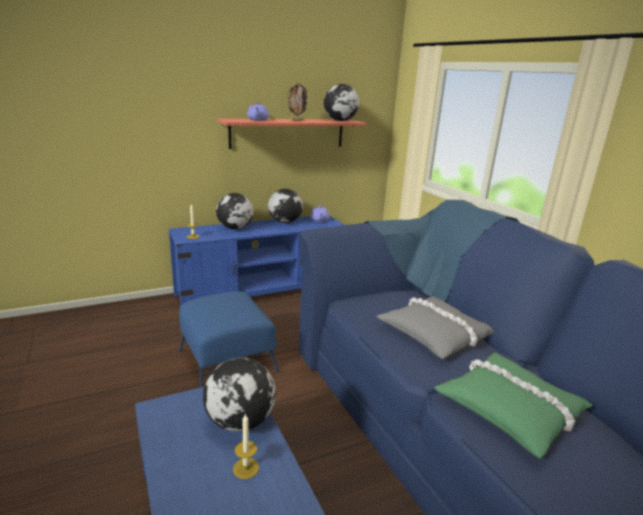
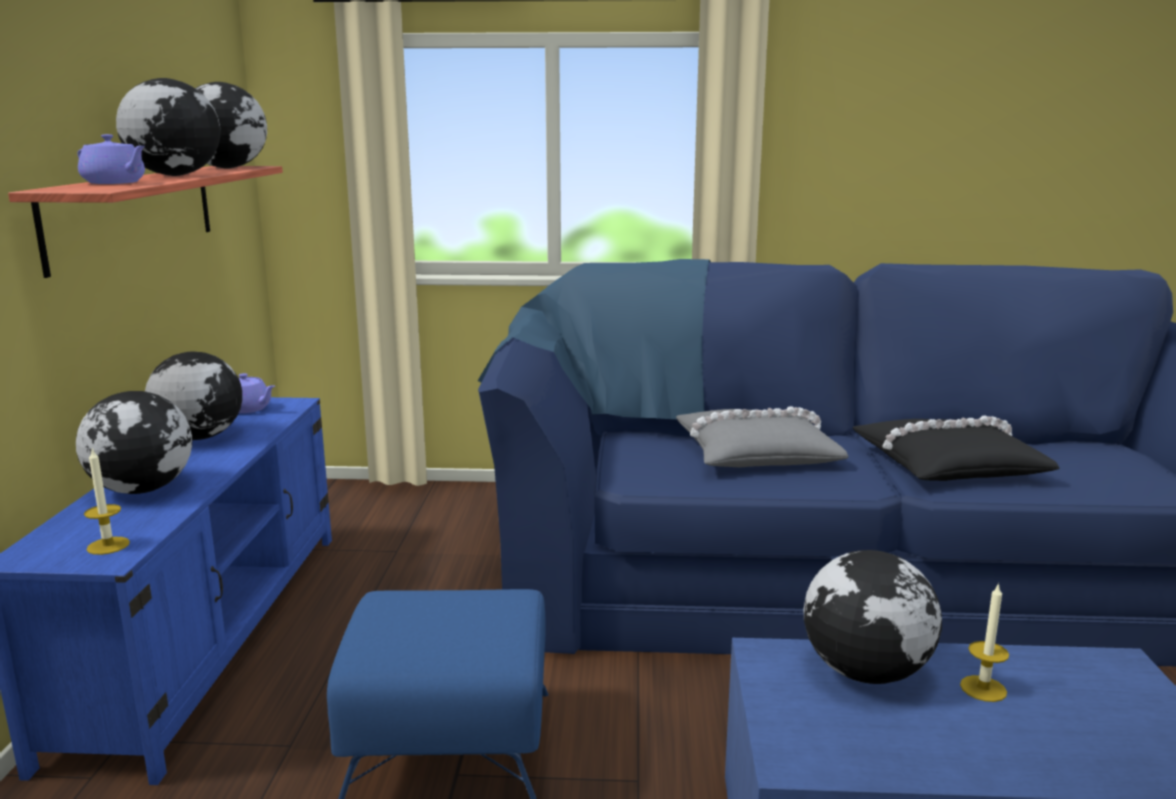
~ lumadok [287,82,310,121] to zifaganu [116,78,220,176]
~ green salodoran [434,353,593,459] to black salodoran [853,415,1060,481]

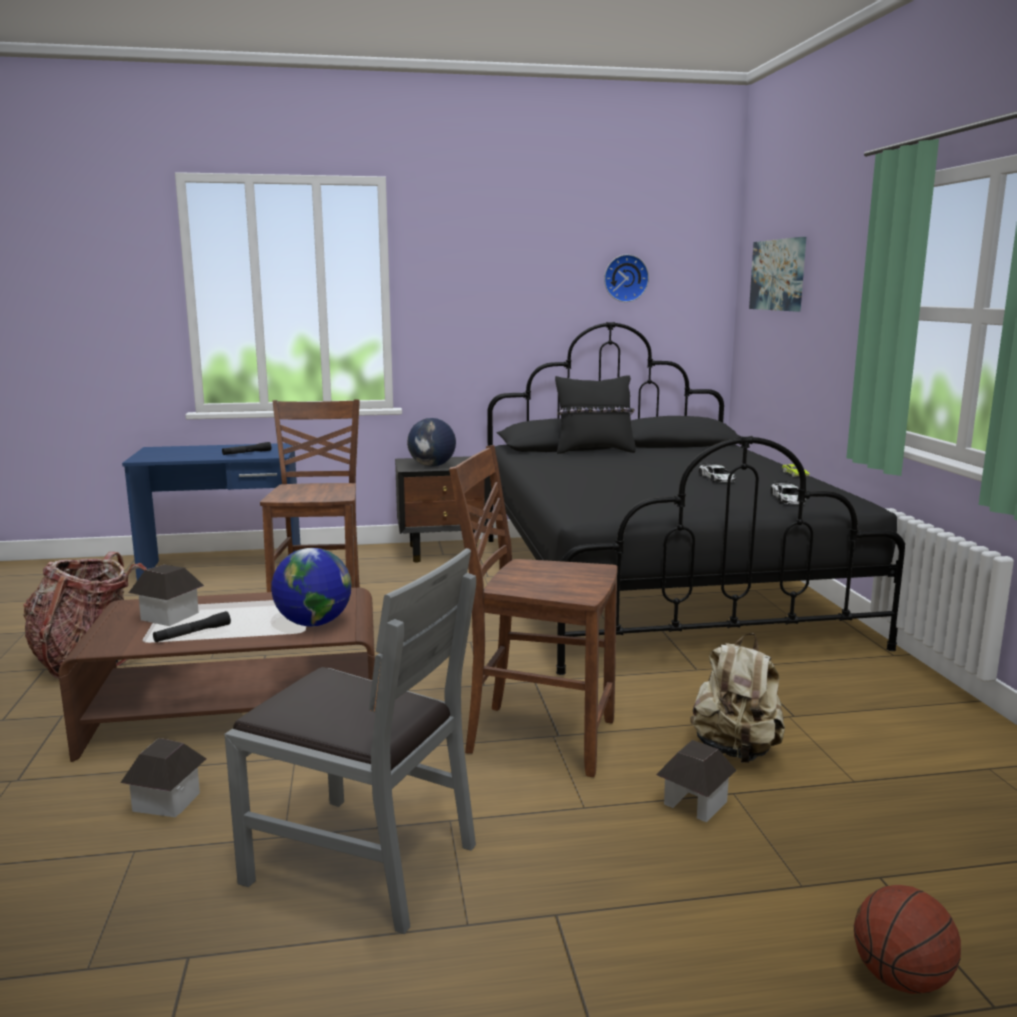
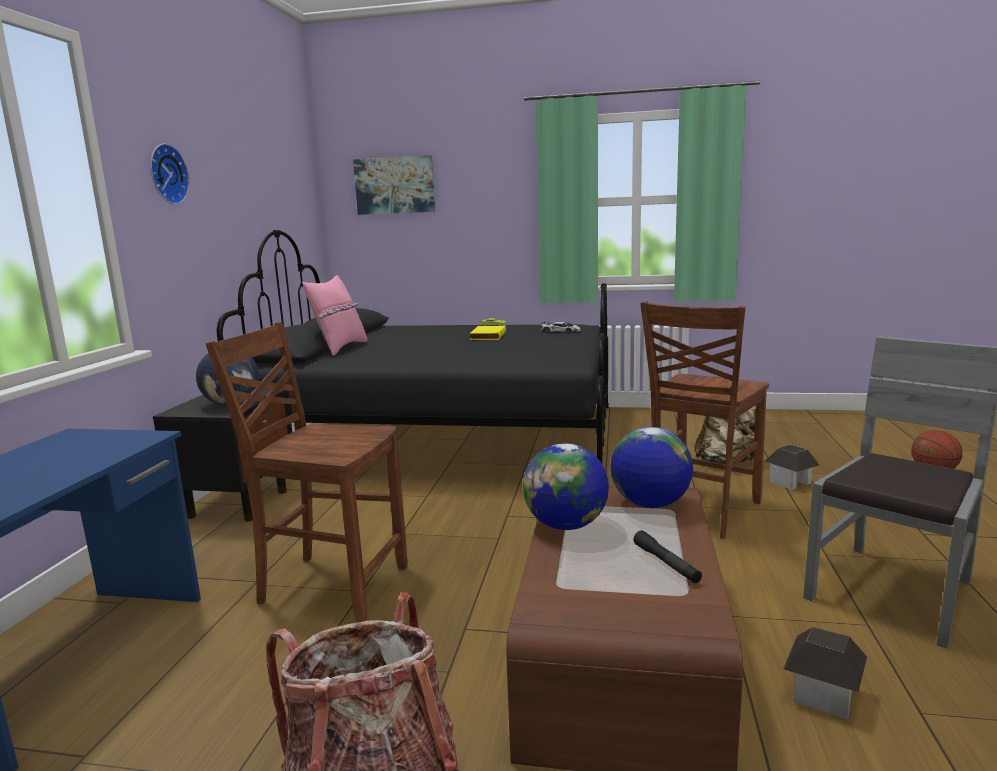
~ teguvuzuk [604,254,649,302] to [150,144,190,205]
~ black salodoran [555,375,636,454] to pink salodoran [302,275,368,356]
~ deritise [699,462,735,483] to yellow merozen [470,325,506,340]
+ zifaganu [523,443,609,530]
- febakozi [129,565,204,626]
- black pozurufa [222,442,272,455]

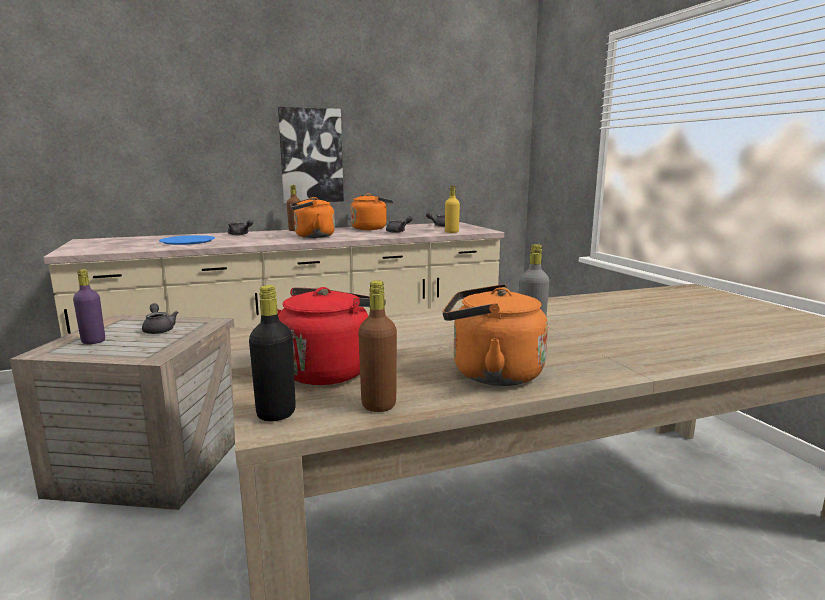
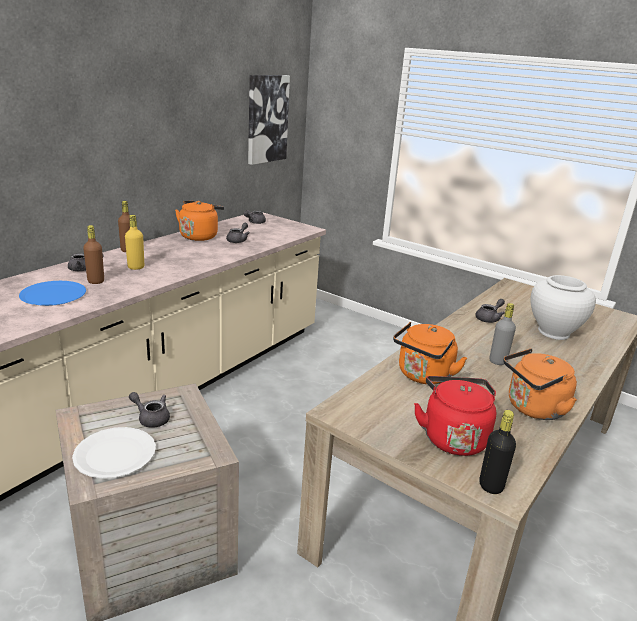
~ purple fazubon [73,269,105,344] to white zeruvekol [72,427,156,479]
~ brown fazubon [358,280,397,412] to [83,225,104,284]
~ yellow fazubon [445,185,460,233] to [125,215,144,270]
~ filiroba [278,107,344,203] to [248,75,290,165]
~ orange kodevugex [289,197,335,238] to [393,322,467,384]
+ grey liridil [475,299,505,323]
+ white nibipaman [530,275,596,340]

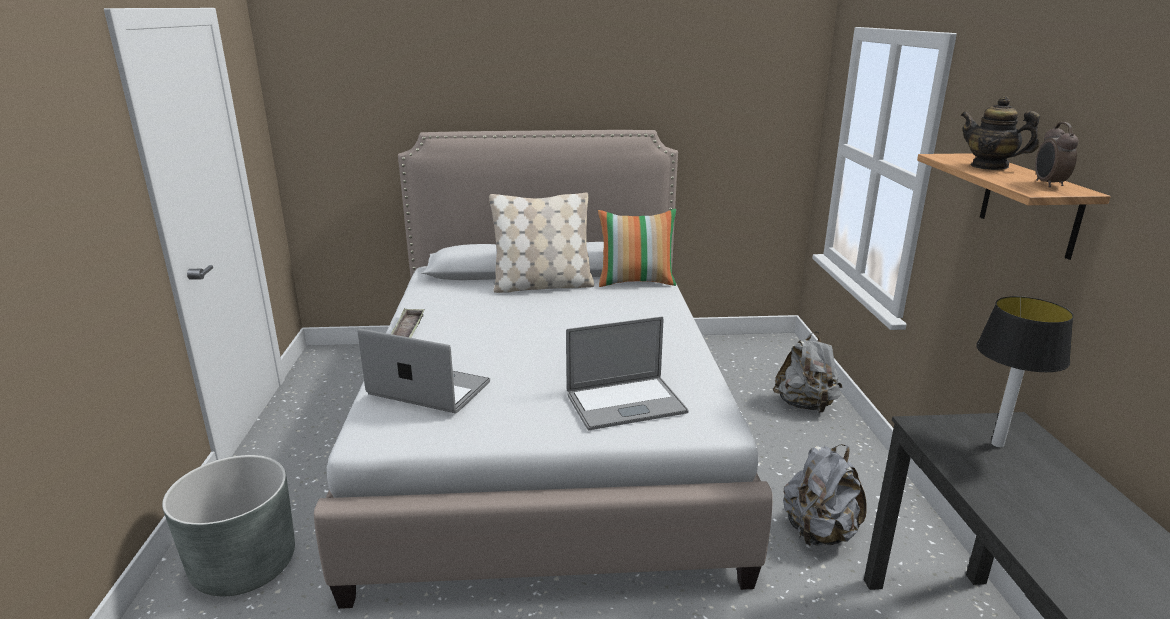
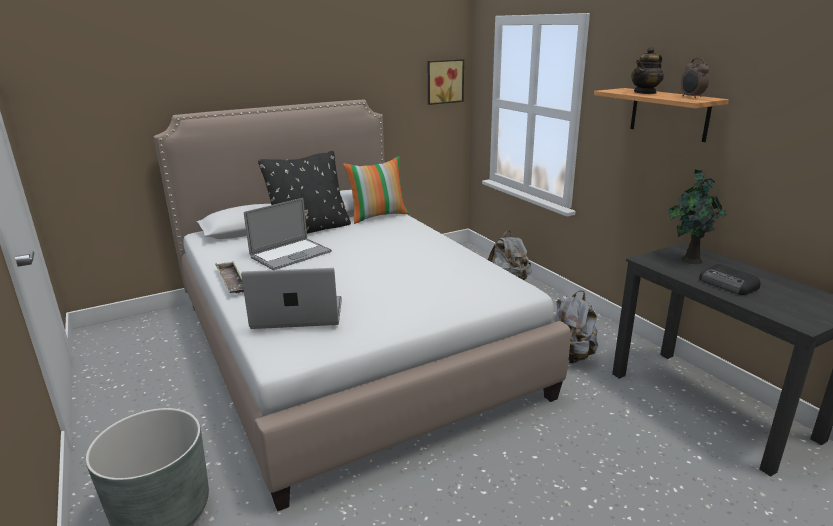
~ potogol [566,316,688,430] to [244,198,332,270]
~ beige salodoran [489,192,594,293] to black salodoran [258,151,351,234]
+ filiroba [428,59,464,105]
~ liridil [961,96,1040,170] = [631,47,664,94] 60 degrees counterclockwise
~ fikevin [976,296,1074,448] to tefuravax [669,170,727,264]
+ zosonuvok [699,264,761,295]

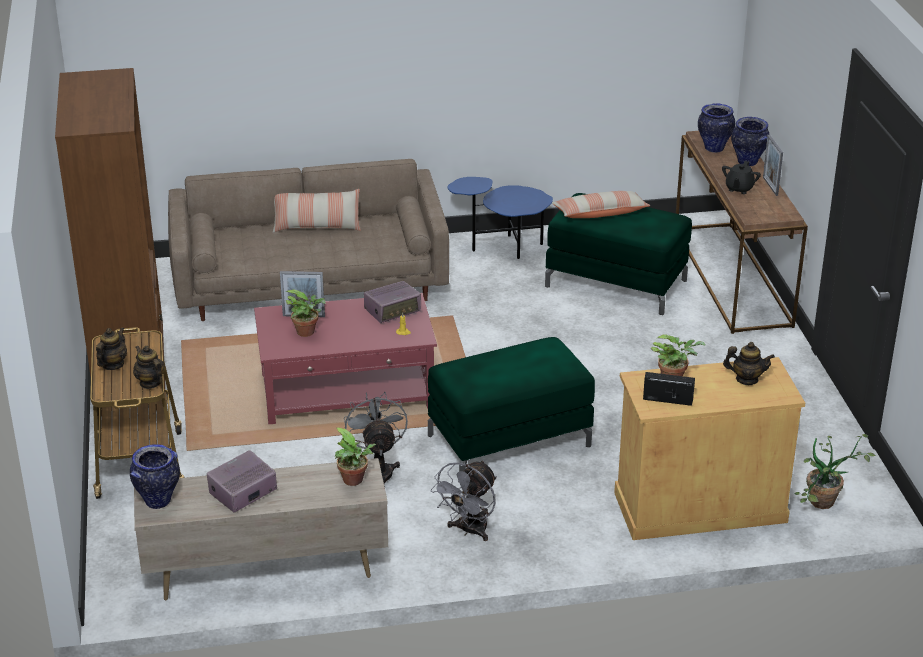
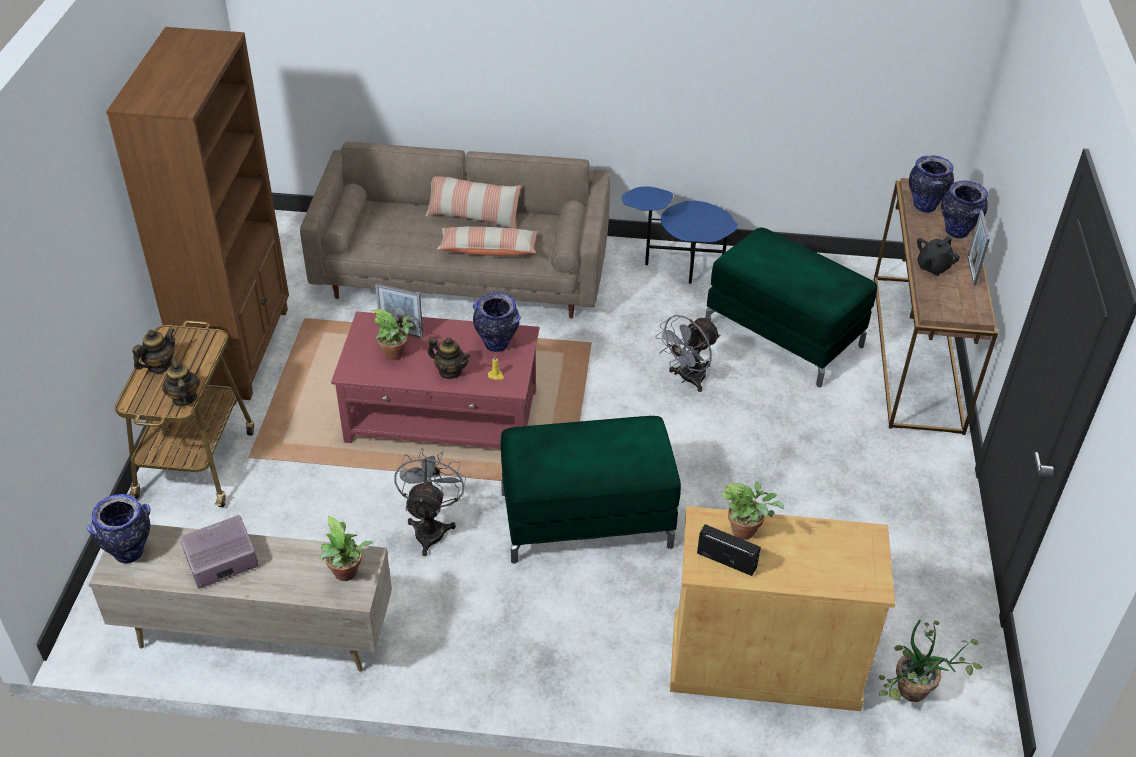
~ liridil [723,342,775,385] to [428,338,470,379]
~ salodoran [552,191,650,218] to [437,227,538,256]
~ zosonuvok [364,281,421,323] to nibipaman [473,293,521,352]
~ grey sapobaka [431,460,497,541] to [656,315,720,392]

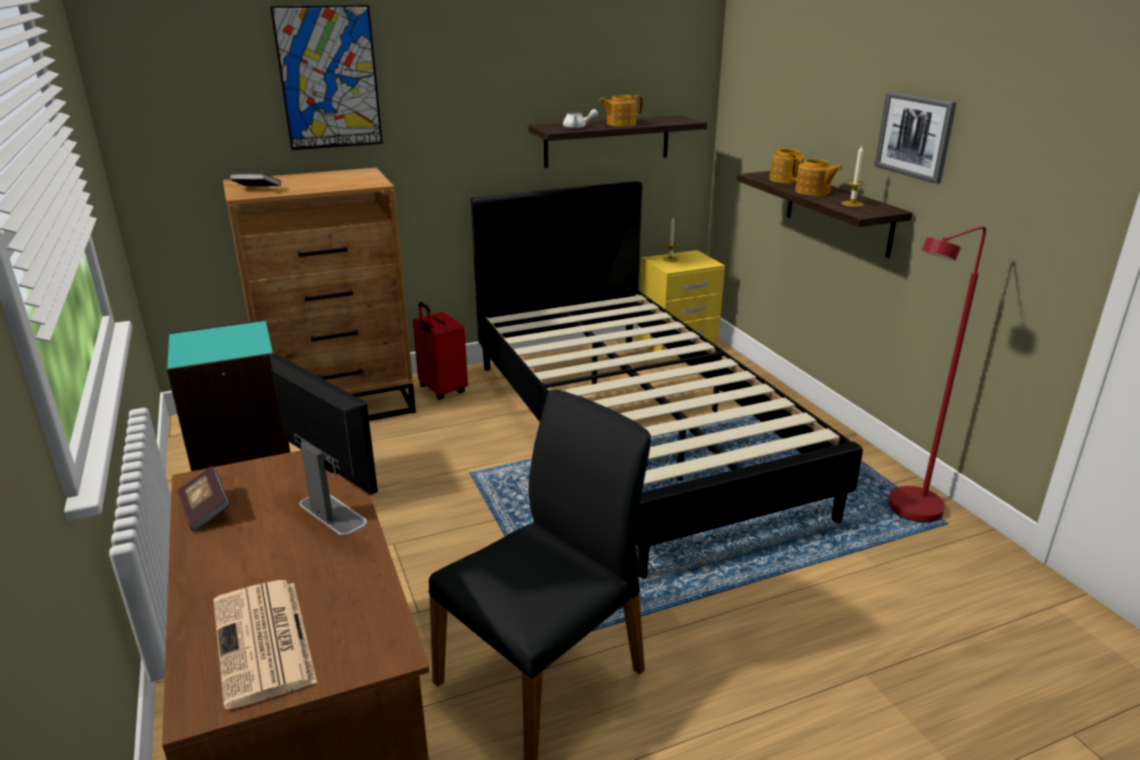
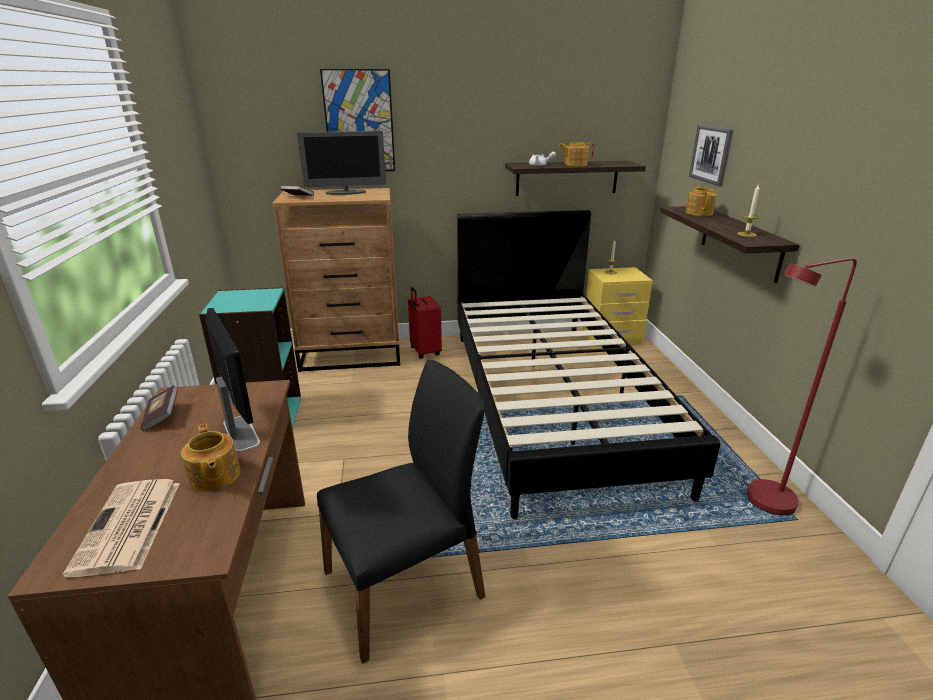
~ liridil [791,157,842,196] to [181,423,240,492]
+ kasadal [297,131,386,195]
~ filiroba [875,91,957,184] to [689,125,734,186]

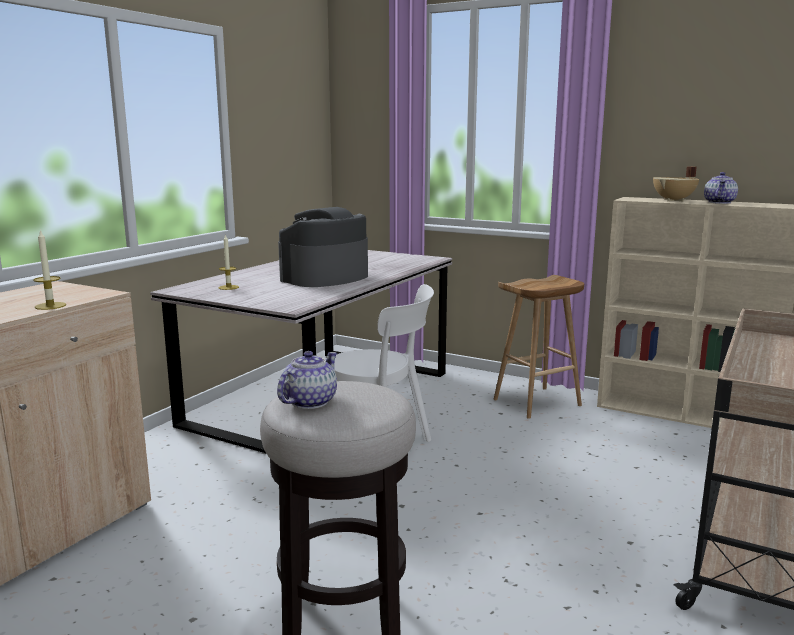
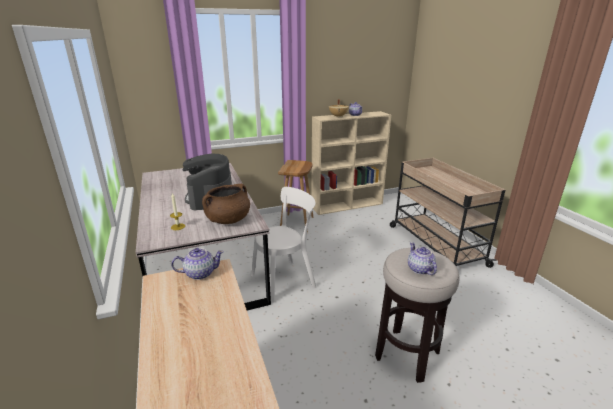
+ liridil [171,248,224,280]
+ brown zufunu [202,184,250,224]
- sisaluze [33,229,66,310]

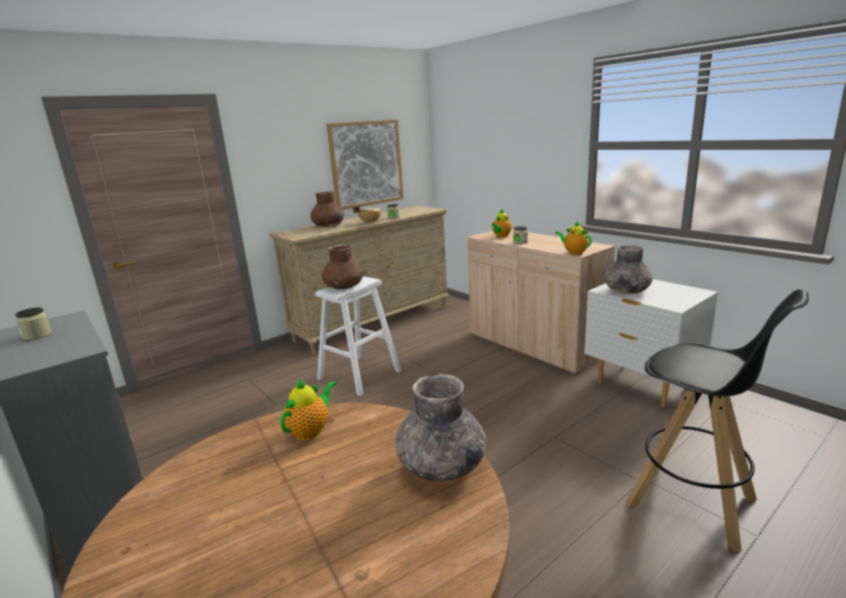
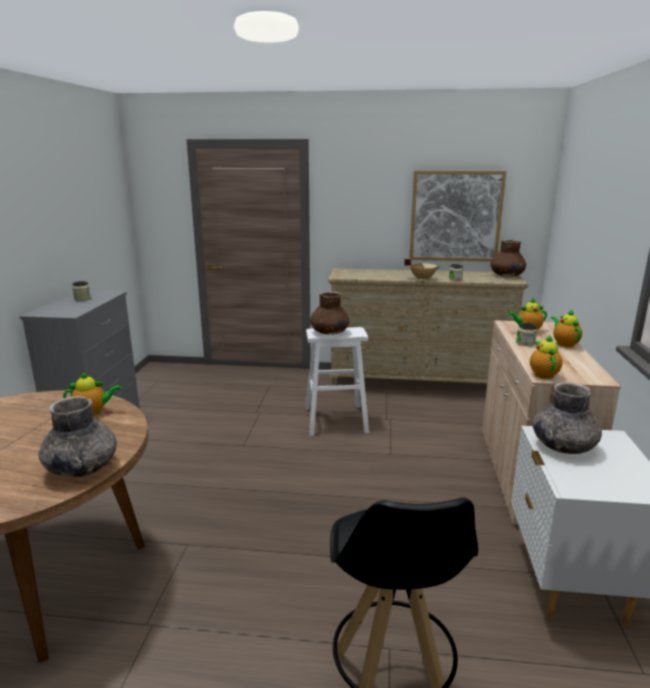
~ brown nibipaman [310,191,344,227] to [491,239,526,277]
+ liridil [551,309,582,348]

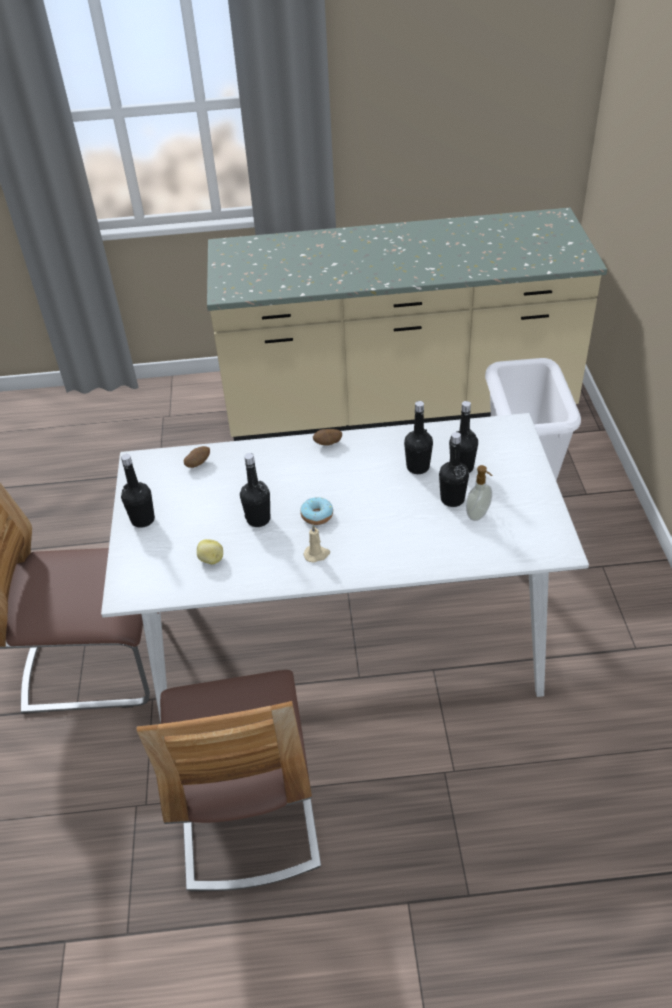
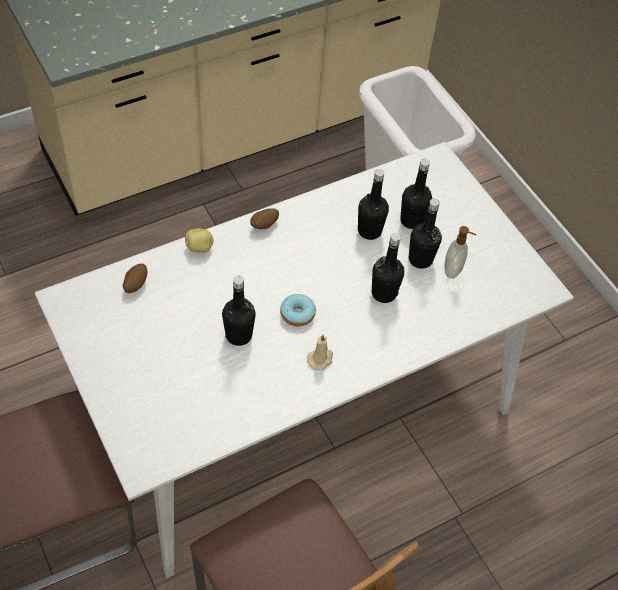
~ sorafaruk [197,539,223,564] to [185,228,214,252]
~ black fazubon [121,454,155,528] to [372,233,404,303]

